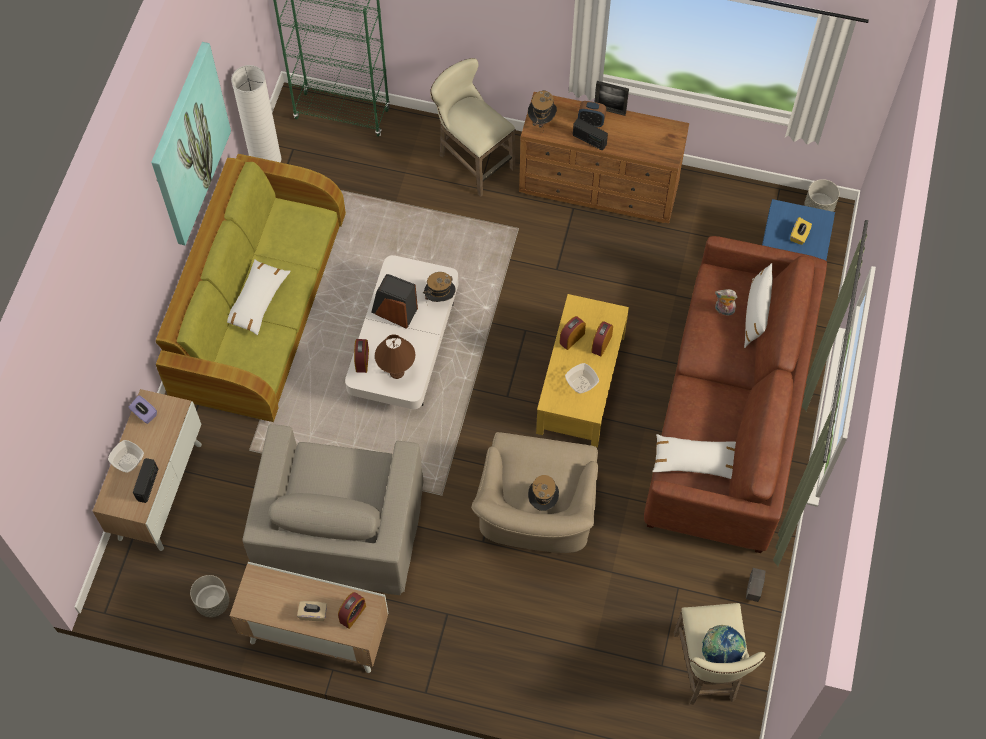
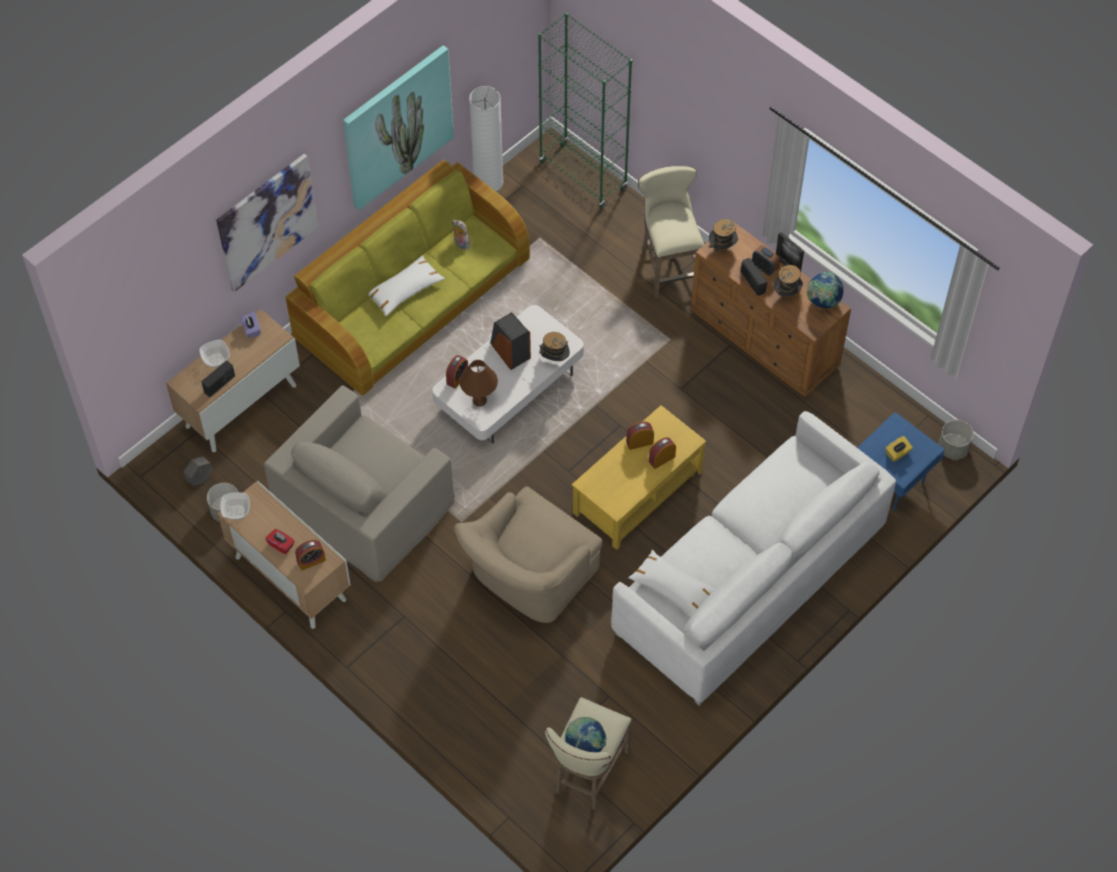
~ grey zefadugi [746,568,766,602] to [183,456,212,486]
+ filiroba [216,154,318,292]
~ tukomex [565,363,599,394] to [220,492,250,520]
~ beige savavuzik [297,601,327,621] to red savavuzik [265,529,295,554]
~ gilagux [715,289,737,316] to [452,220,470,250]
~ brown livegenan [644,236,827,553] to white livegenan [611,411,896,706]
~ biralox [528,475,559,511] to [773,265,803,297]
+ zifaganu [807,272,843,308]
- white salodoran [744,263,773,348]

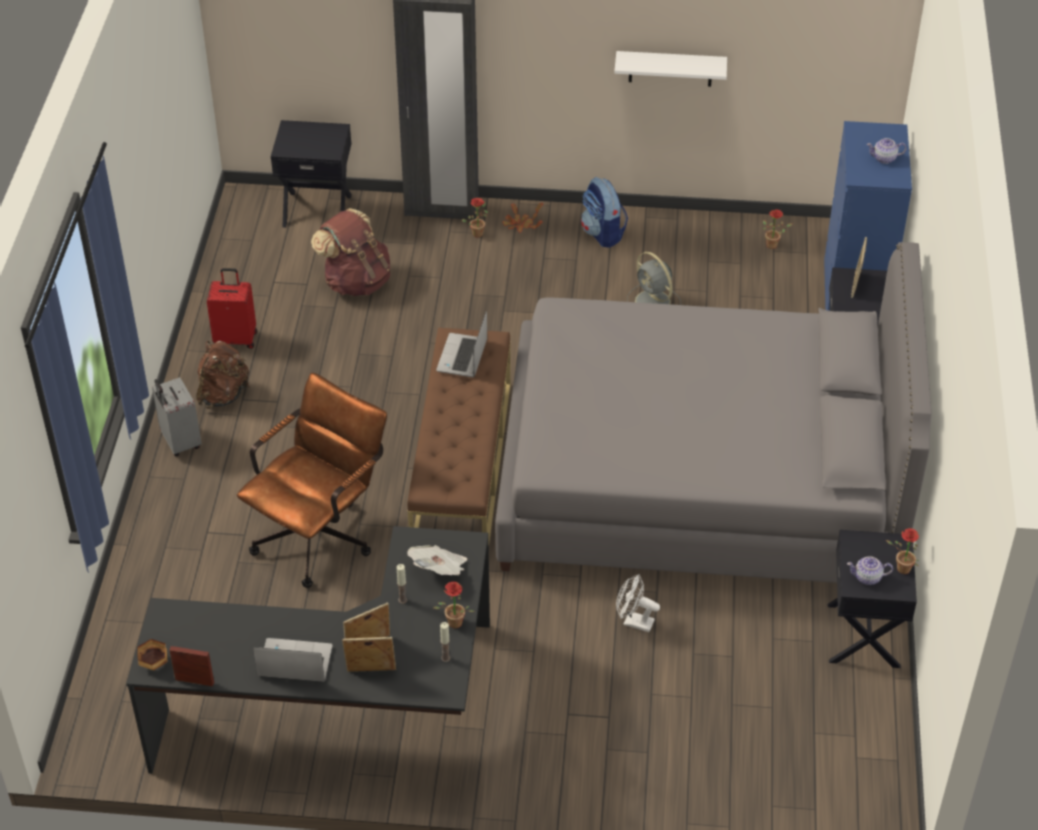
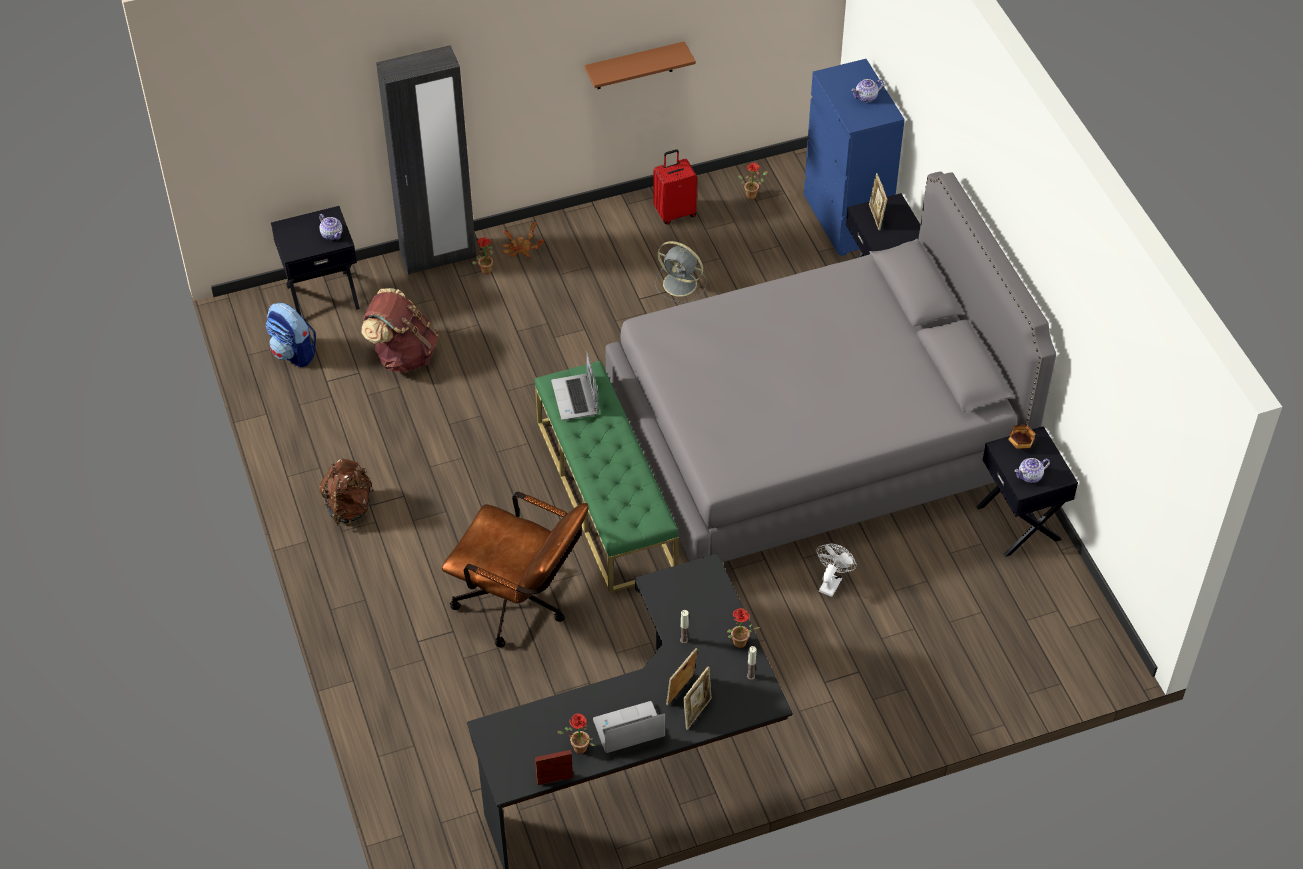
~ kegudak [581,177,628,248] to [266,302,316,367]
+ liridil [319,214,343,240]
~ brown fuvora [237,373,387,588] = [442,492,588,648] 105 degrees clockwise
~ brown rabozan [407,328,511,542] to green rabozan [535,361,679,593]
~ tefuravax [886,528,919,574] to [557,714,595,754]
~ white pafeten [614,51,727,87] to brown pafeten [584,41,696,89]
~ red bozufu [207,268,257,349] to [654,149,697,224]
~ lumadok [342,637,396,672] = [683,666,712,730] 150 degrees clockwise
~ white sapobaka [616,574,660,632] = [816,544,857,597] 120 degrees clockwise
~ tukomex [137,639,167,670] to [1008,425,1036,449]
- grey bozufu [152,377,202,457]
- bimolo [407,545,467,575]

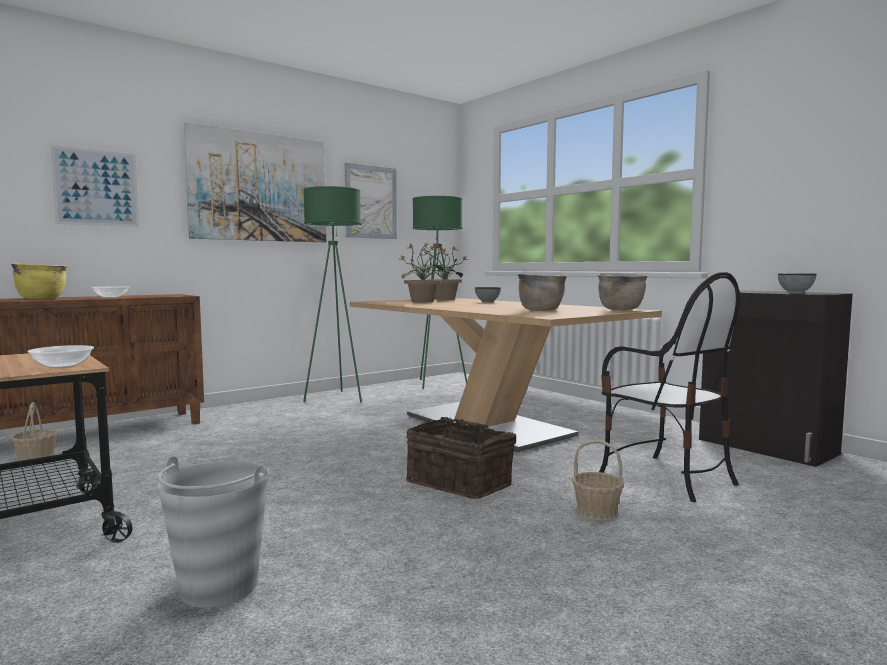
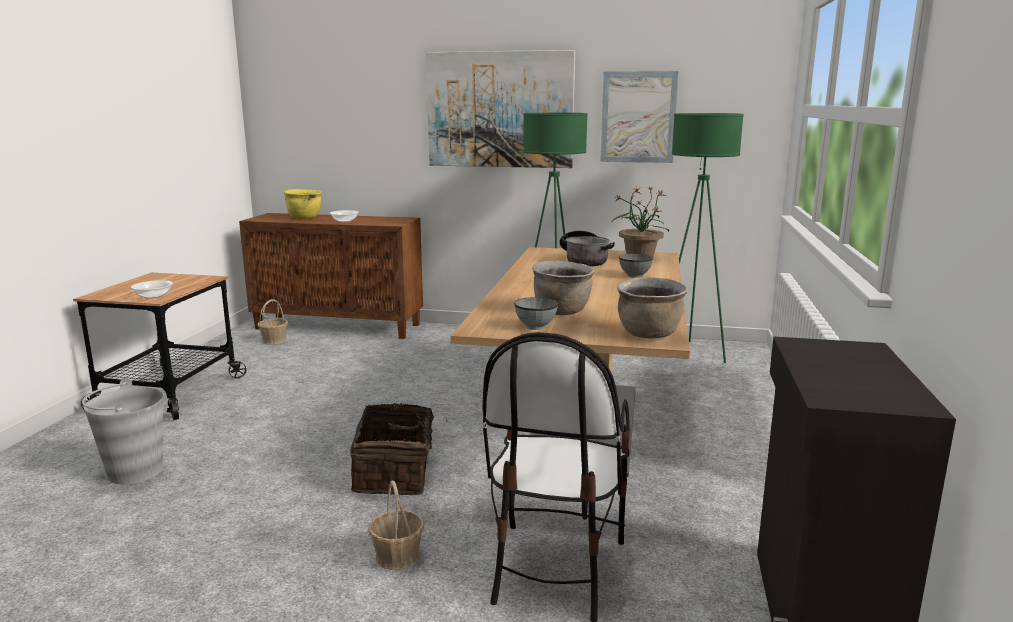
~ grey tukomex [778,273,817,293] to [514,297,558,330]
~ tefuravax [400,243,449,302] to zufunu [559,230,615,266]
- filiroba [50,145,139,227]

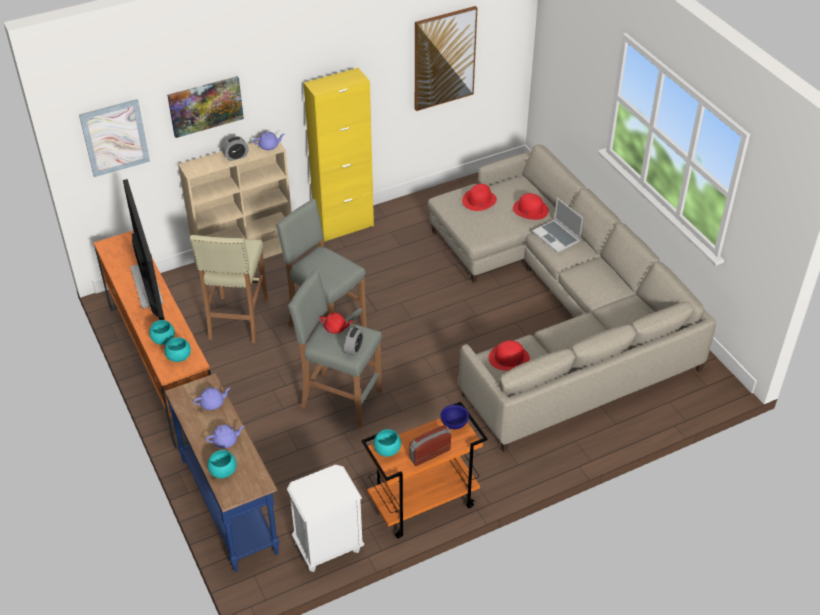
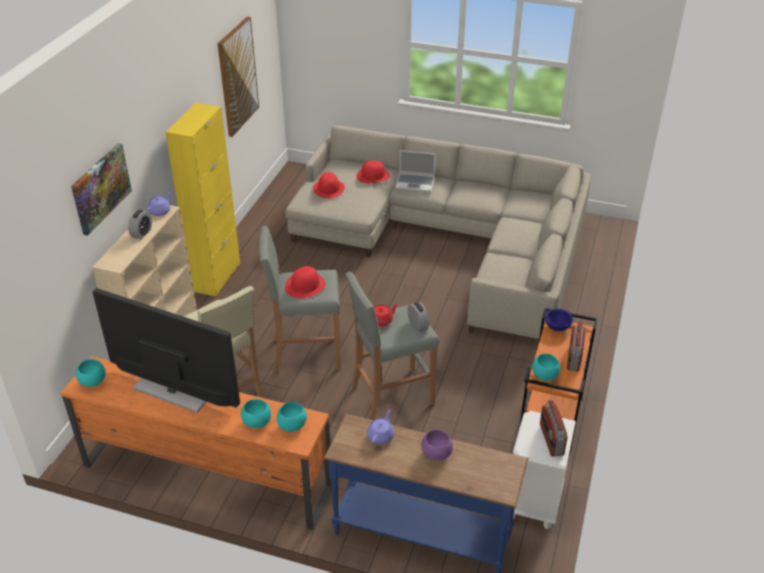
~ turquoise tukomex [208,450,237,478] to [76,359,106,387]
~ red biralox [488,340,530,371] to [285,266,326,299]
~ purple liridil [206,425,244,448] to purple tukomex [421,430,453,461]
+ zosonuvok [540,400,567,457]
- filiroba [79,99,150,177]

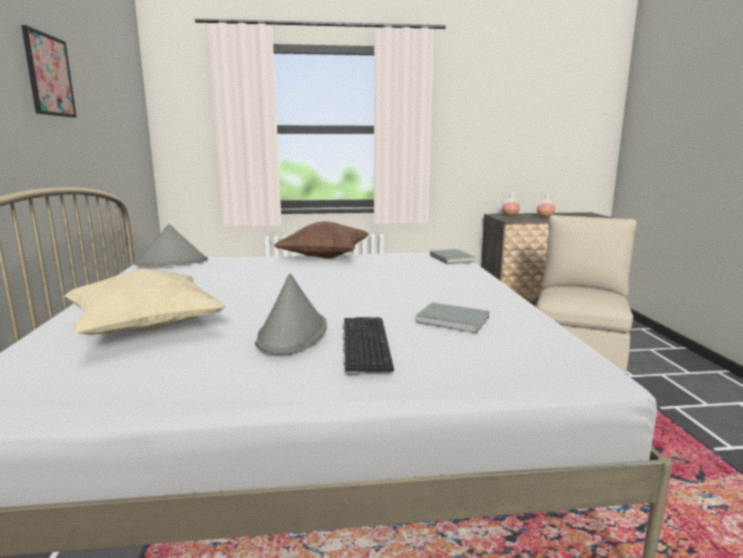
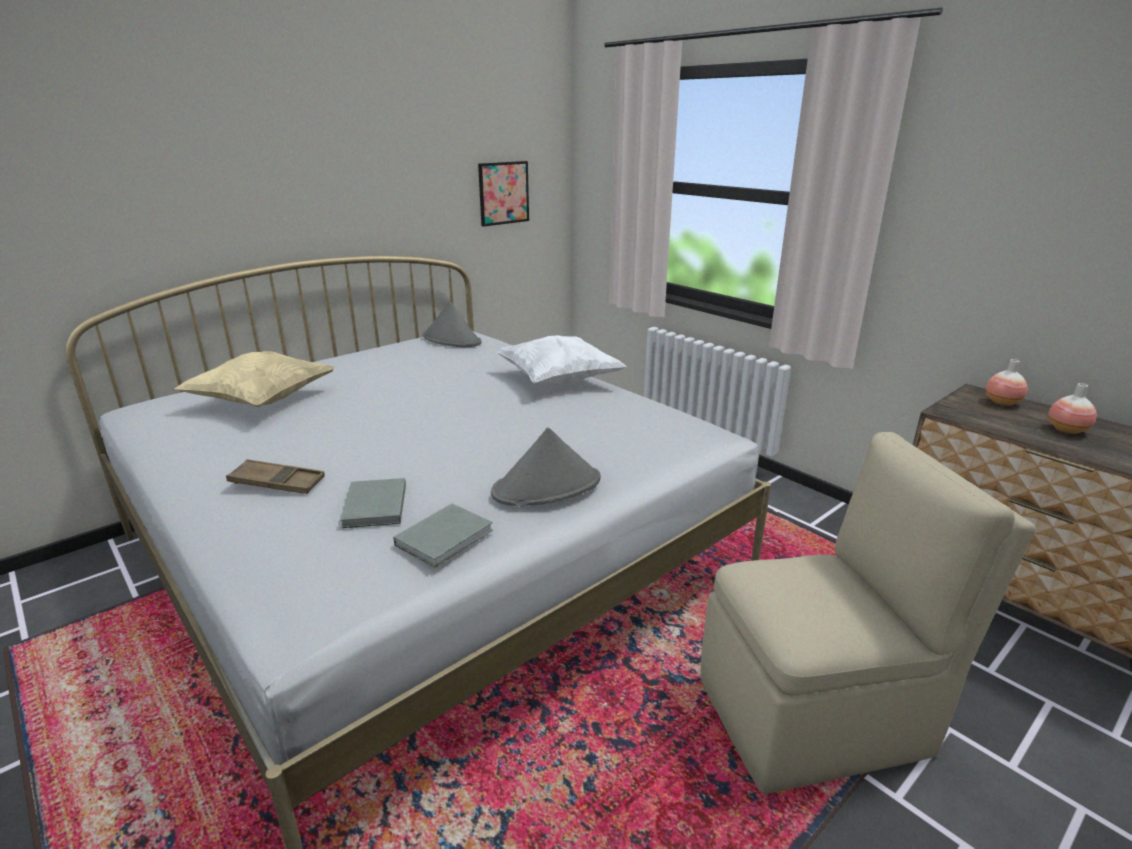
~ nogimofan [343,317,394,373] to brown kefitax [226,459,325,494]
~ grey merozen [430,249,475,264] to [393,503,493,568]
~ filiroba [21,25,77,118] to [478,161,529,227]
~ grey biralox [255,274,327,354] to [491,428,601,506]
~ brown salodoran [274,221,369,259] to white salodoran [496,335,627,384]

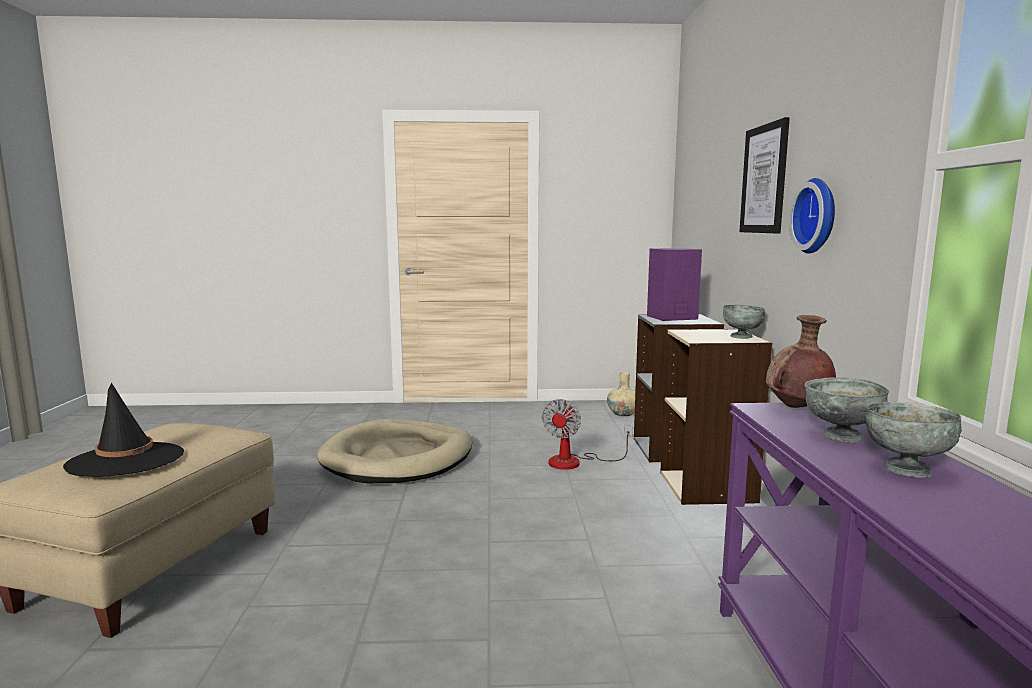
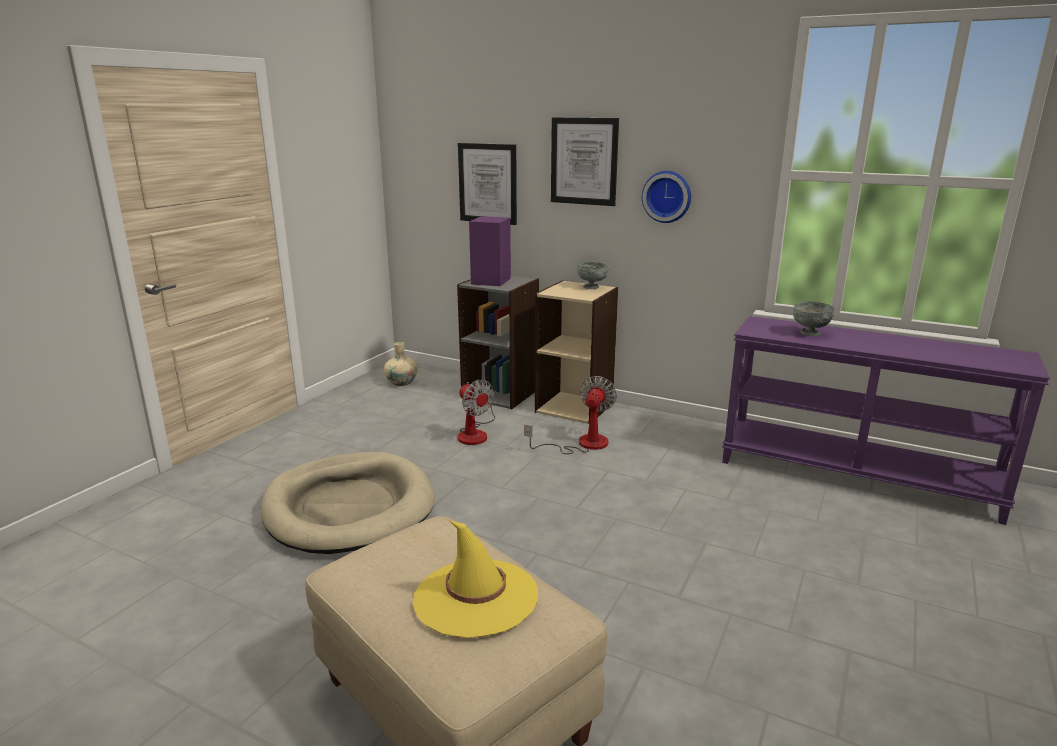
~ black biralox [63,382,184,477] to yellow biralox [413,521,538,638]
+ filiroba [458,143,517,225]
+ sapobaka [524,376,617,454]
- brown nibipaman [766,315,836,408]
- grey tukomex [866,402,962,478]

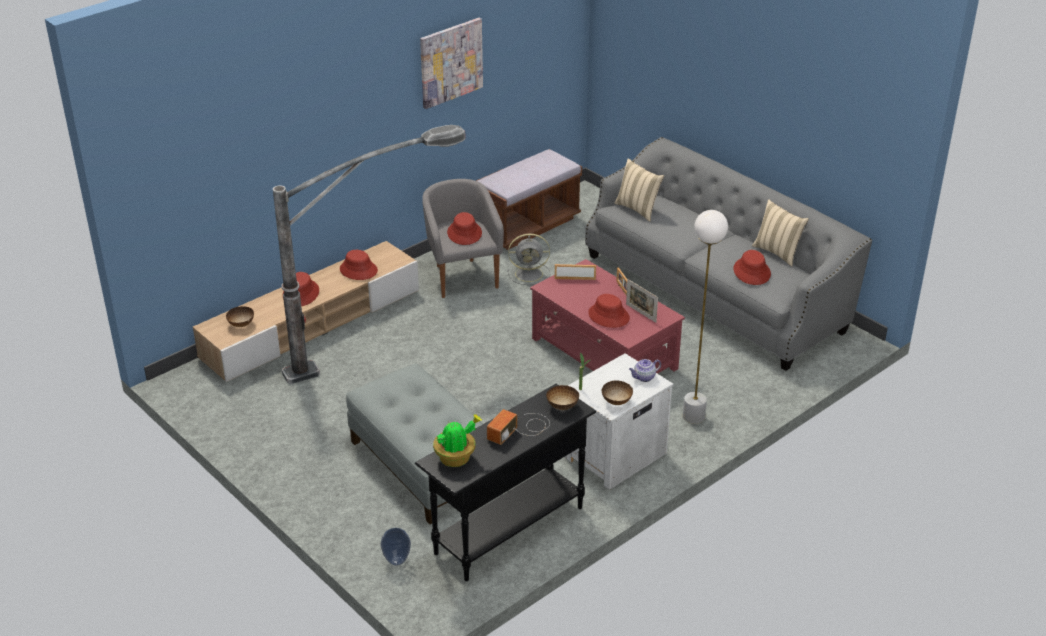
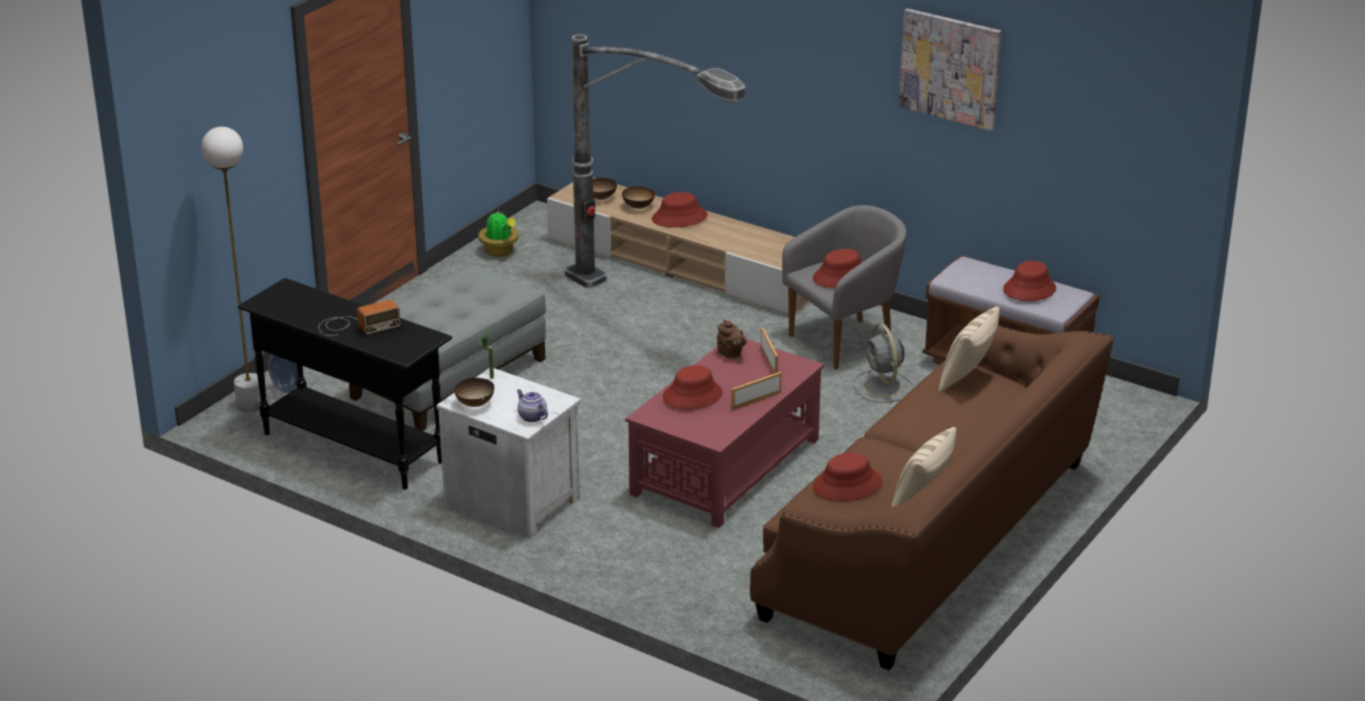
~ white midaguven [683,210,728,424] to [201,127,261,413]
~ zosonuvok [487,409,550,445] = [319,299,401,336] 135 degrees clockwise
~ tefuravax [433,415,482,467] to [478,209,519,257]
~ tukomex [546,385,579,410] to [622,186,655,209]
+ brown liridil [717,320,747,359]
~ grey livegenan [585,137,873,371] to brown livegenan [750,326,1114,671]
~ red biralox [340,250,378,280] to [1003,261,1056,301]
- lumadok [626,279,658,323]

